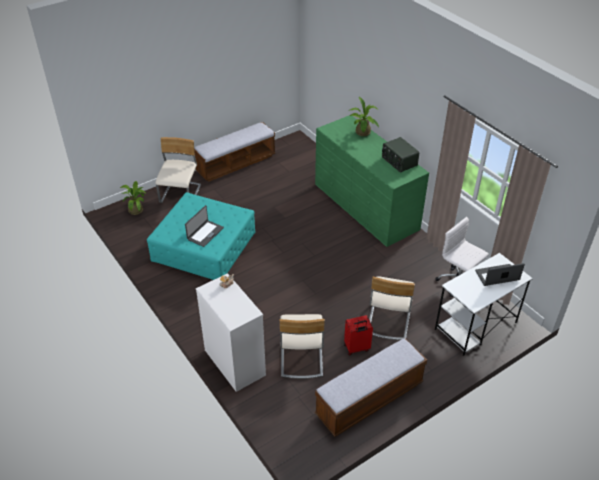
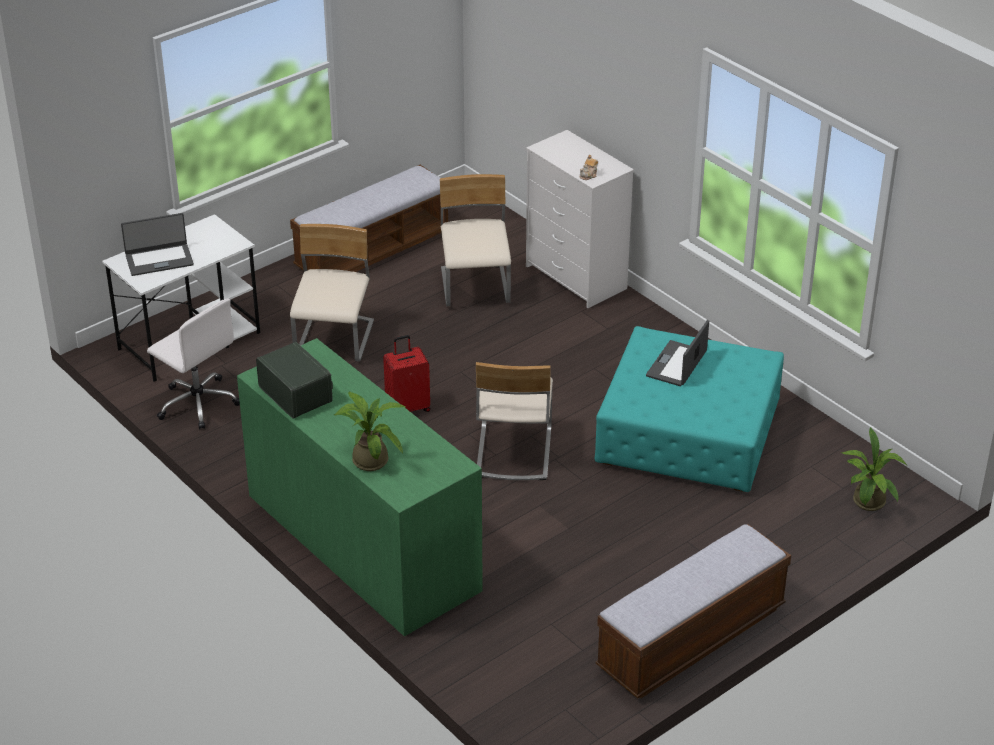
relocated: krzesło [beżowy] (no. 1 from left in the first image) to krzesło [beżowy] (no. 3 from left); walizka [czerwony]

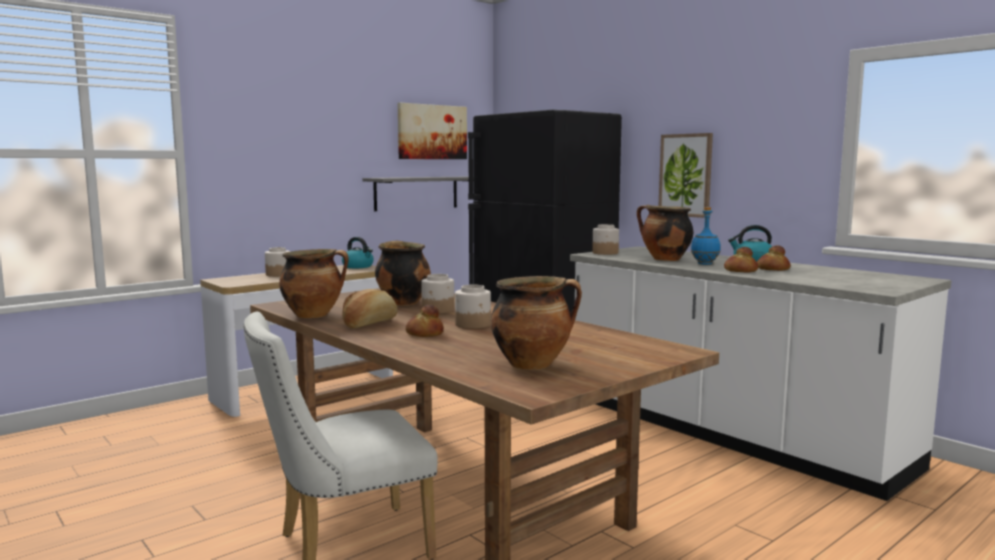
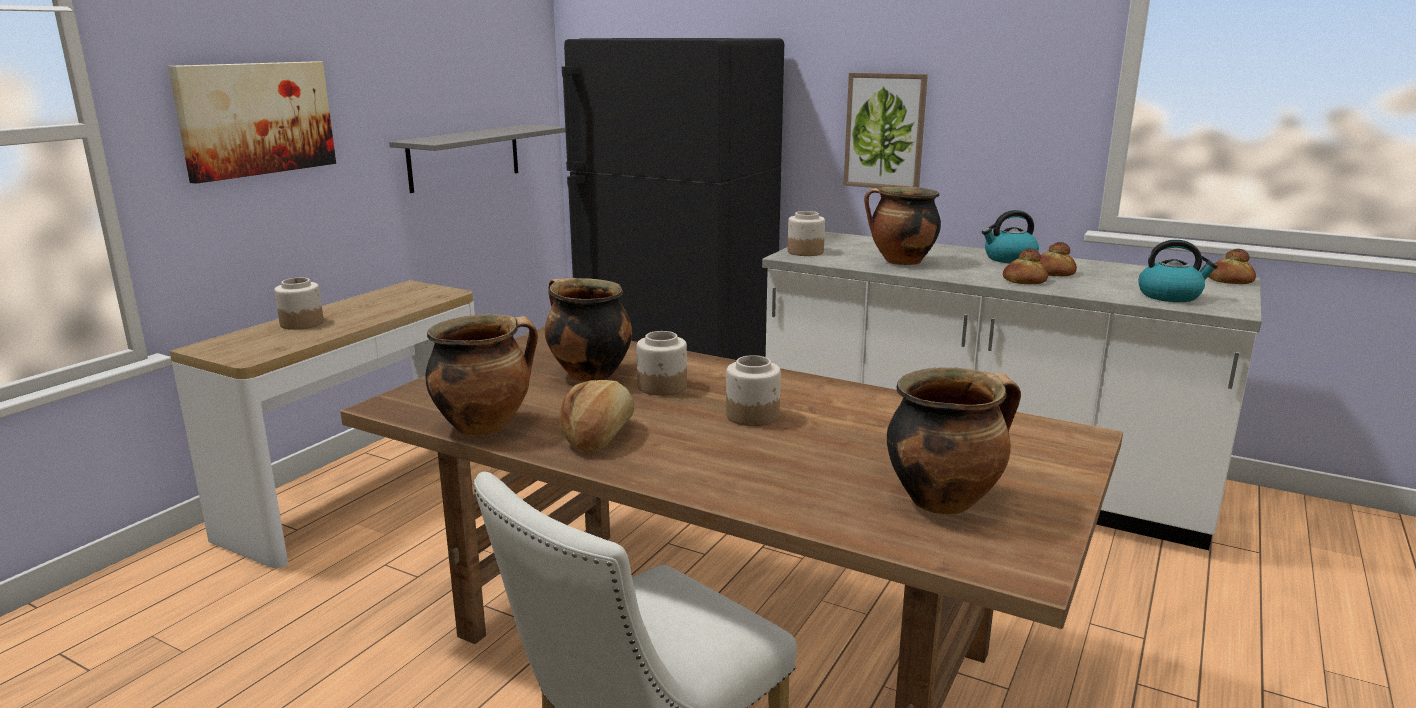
missing: butelka [niebieski]
relocated: czajnik (no. 1 from left in the first image) to czajnik (no. 2 from left); obraz (no. 1 from left); chleb (no. 2 from left in the first image) to chleb (no. 4 from left)

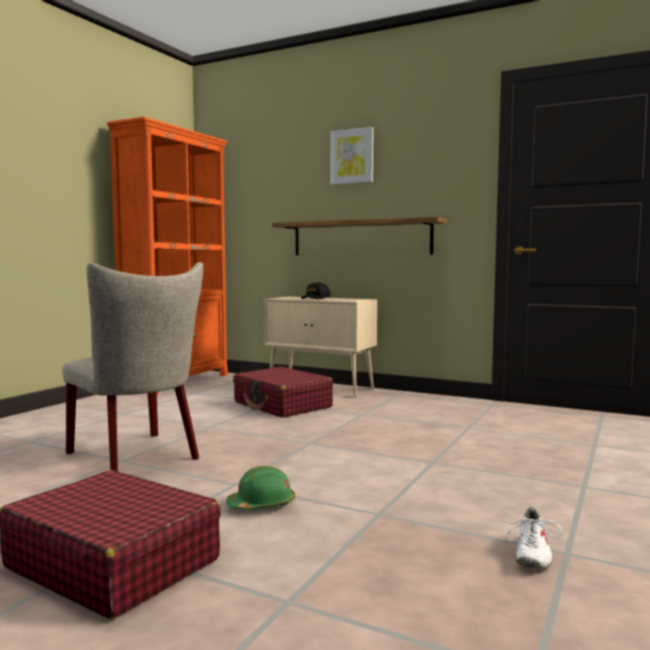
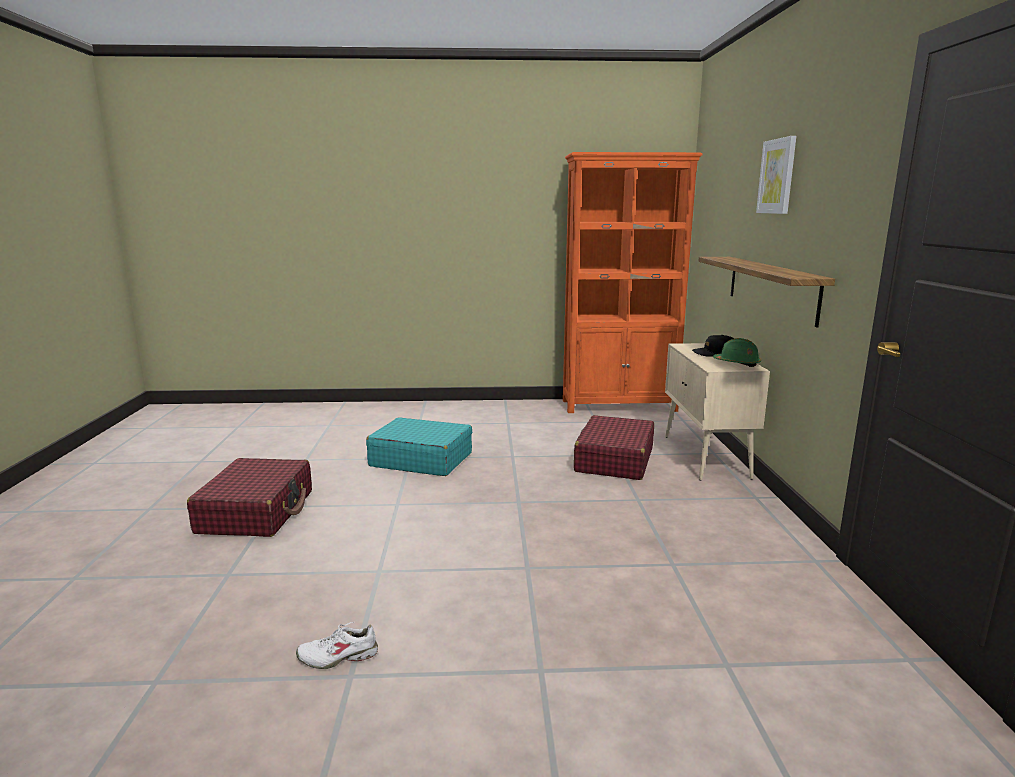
relocated: kask [zielony]
exchanged: krzesło [beżowy] to walizka [turkusowy]

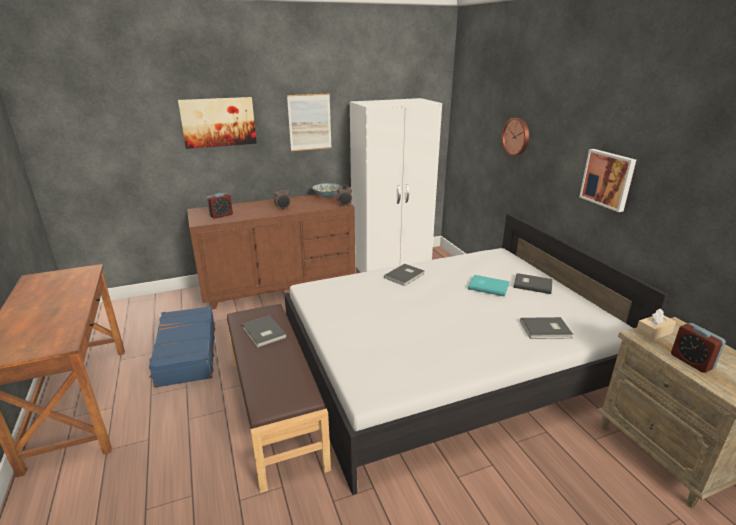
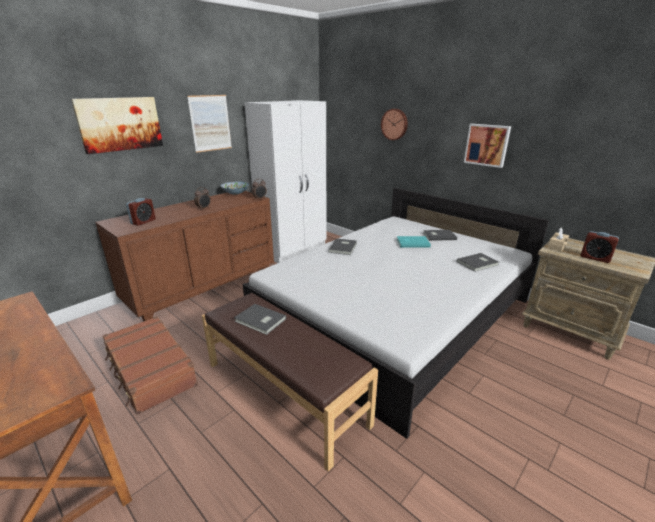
colour: walizka [niebieski] to walizka [brązowy]

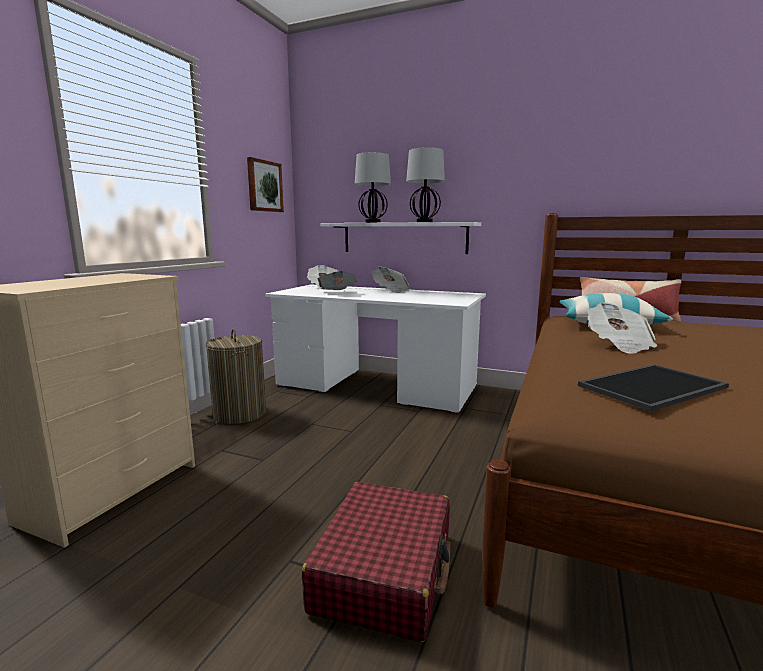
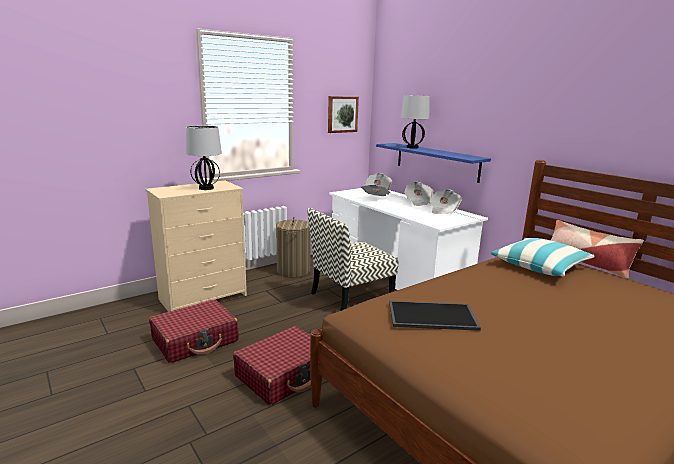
appeared: walizka [czerwony] (no. 1 from left); krzesło
relocated: lampa stołowa (no. 2 from left in the first image) to lampa stołowa (no. 1 from left); gazeta (no. 4 from left)
colour: półka [biały] to półka [niebieski]

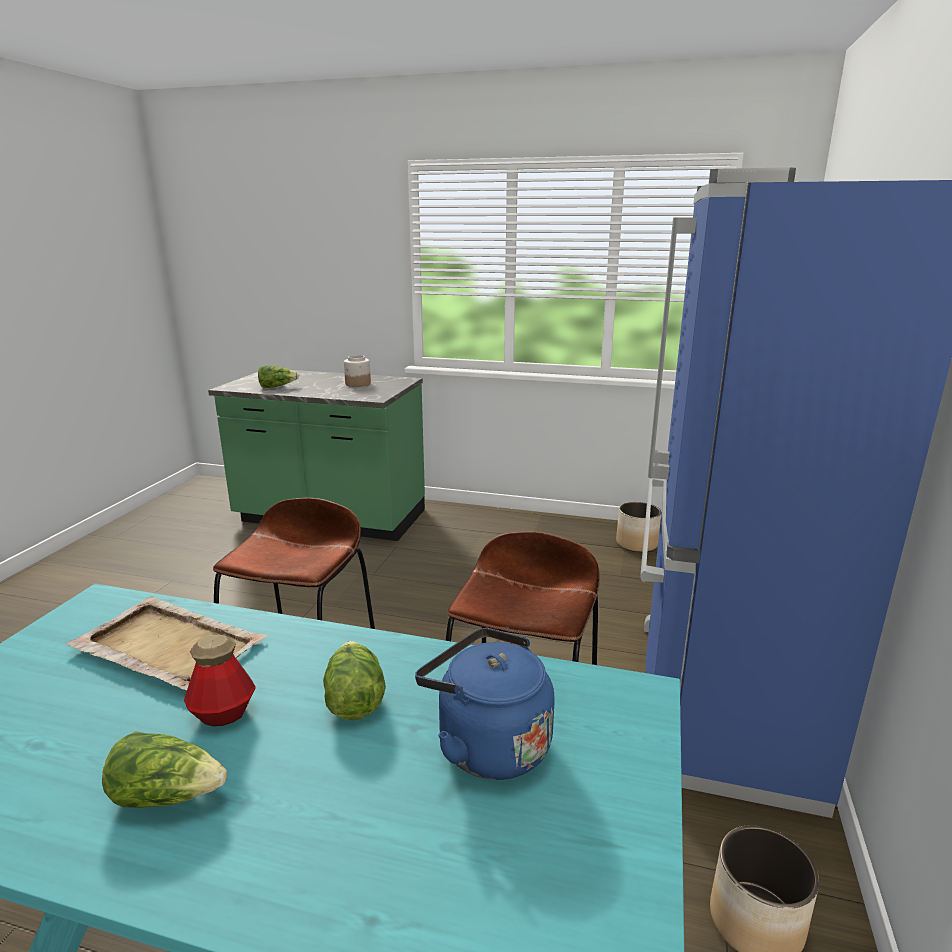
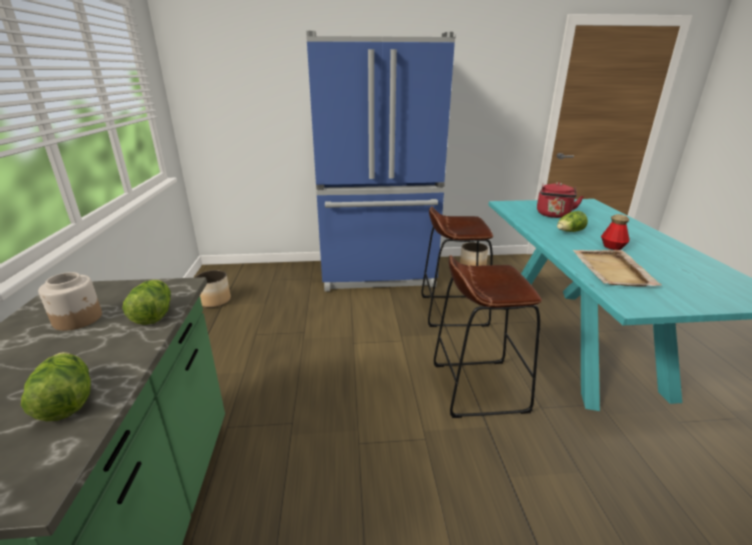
relocated: sałata (no. 1 from left in the first image) to sałata (no. 2 from left)
colour: czajnik [niebieski] to czajnik [czerwony]

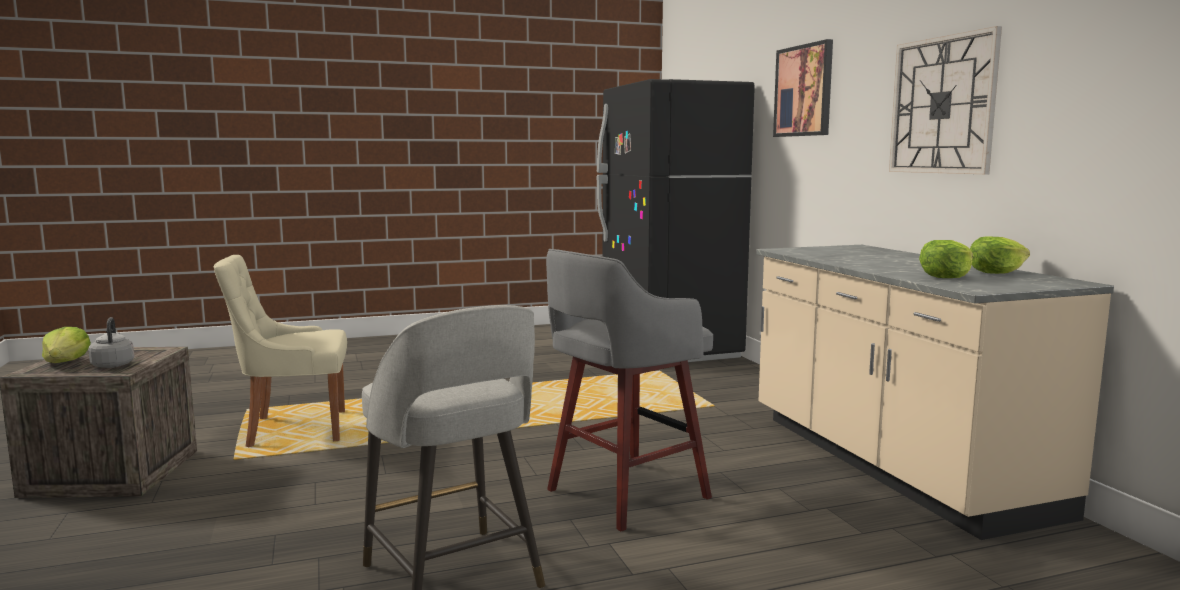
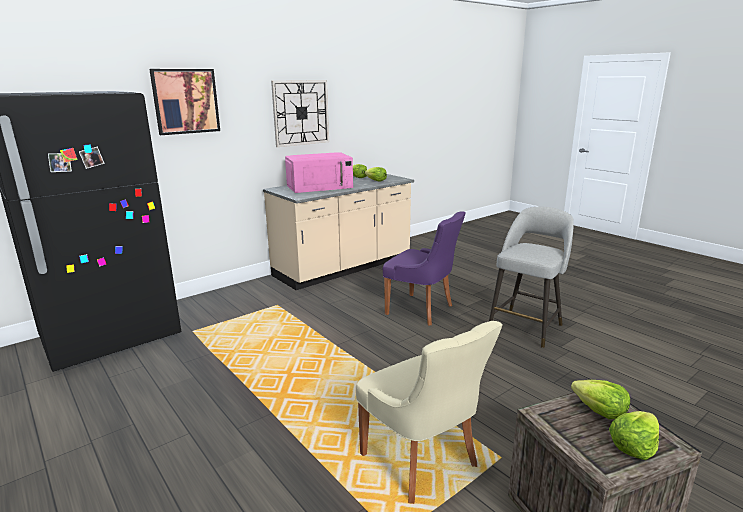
appeared: mikrofalówka [różowy]
exchanged: czajnik [szary] to sałata (no. 3 from left); stołek [szary] (no. 2 from left) to krzesło [fioletowy]

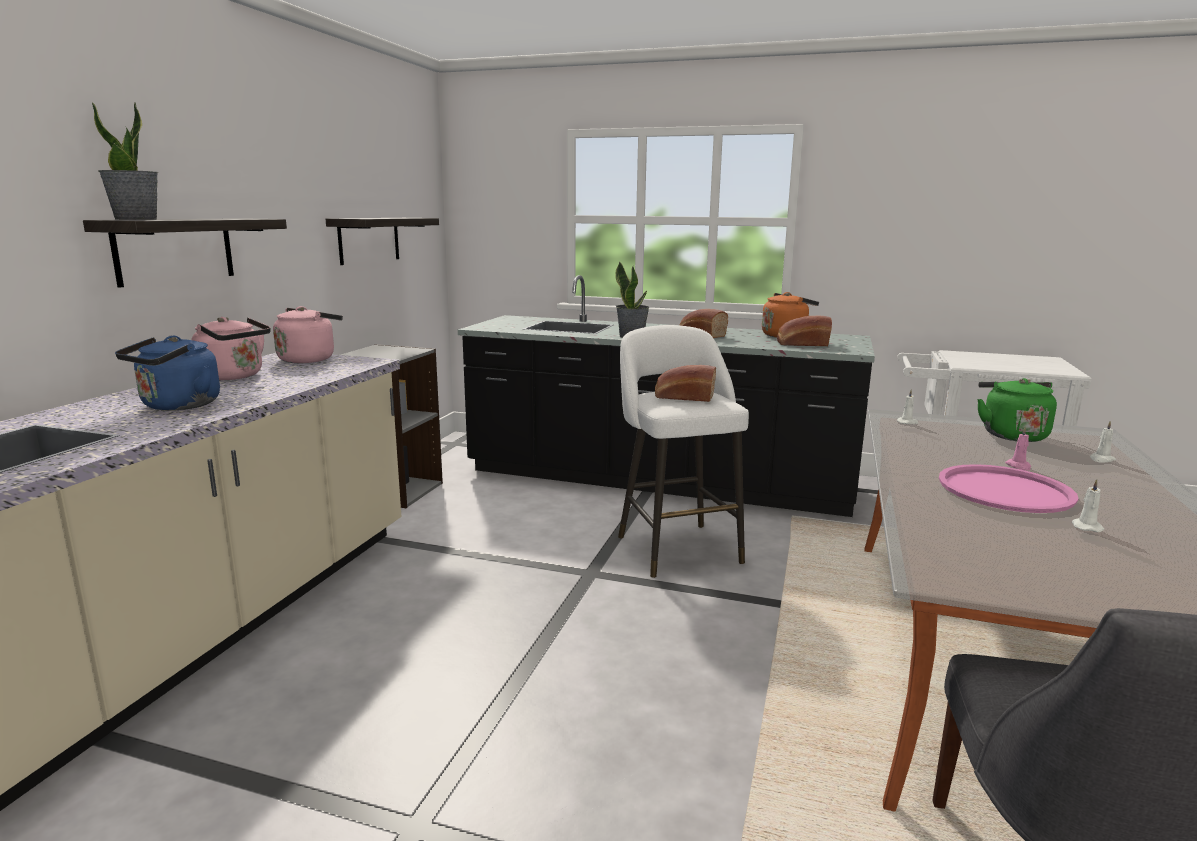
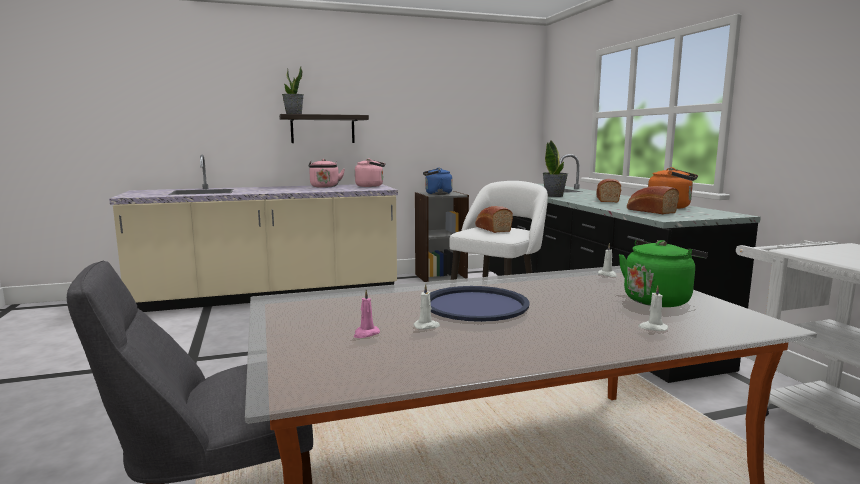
missing: półka (no. 2 from left)
relocated: czajnik [niebieski]; świeca [różowy]
colour: taca [różowy] to taca [niebieski]

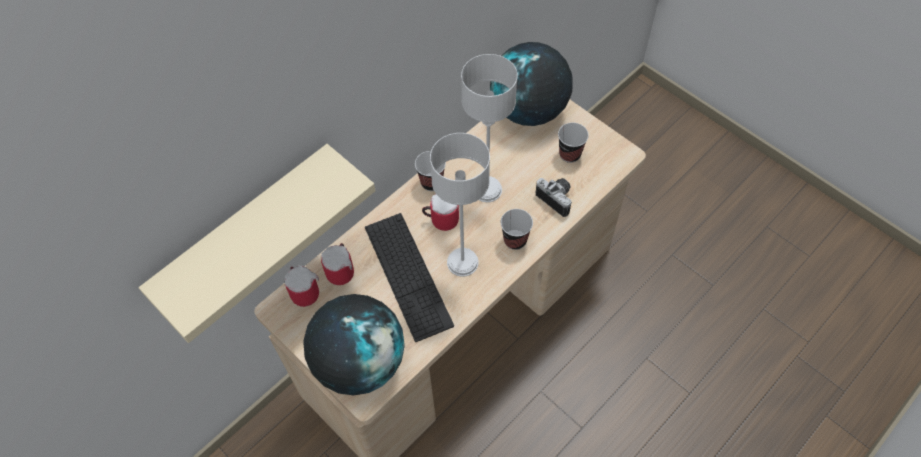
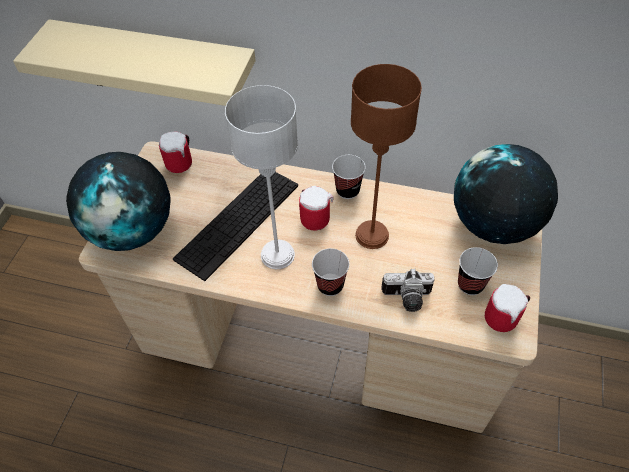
relocated: kubek (no. 2 from left in the first image) to kubek (no. 3 from left)
colour: lampa stołowa [szary] (no. 2 from left) to lampa stołowa [brązowy]
spun: aparat fotograficzny 75 degrees clockwise

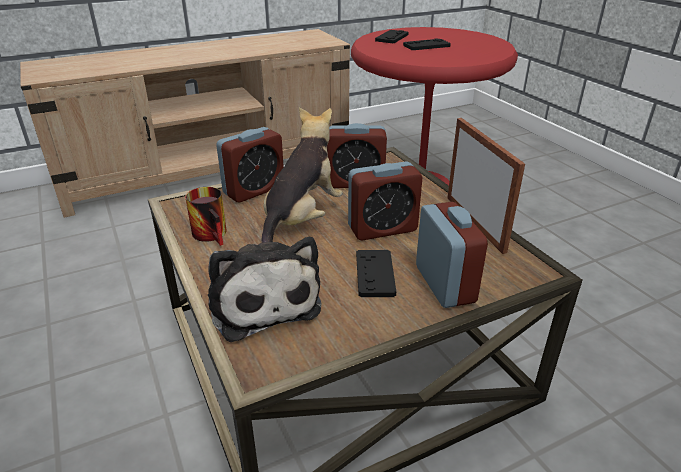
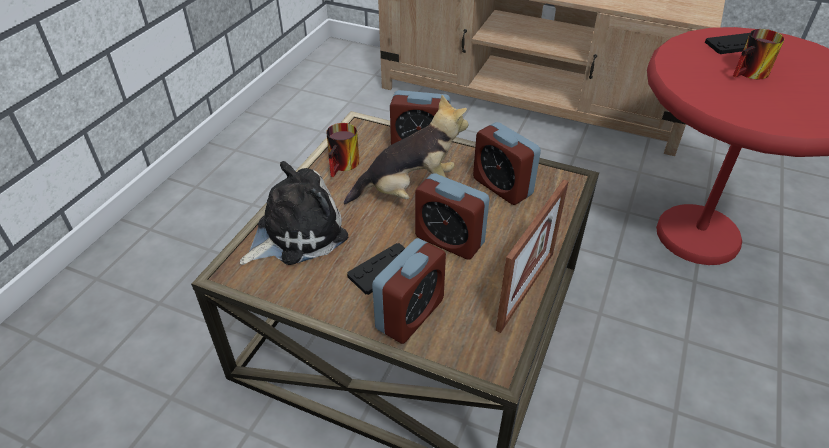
exchanged: pad do gier [czarny] (no. 3 from left) to kubek (no. 2 from left)
spun: pluszak (no. 1 from left) 150 degrees counterclockwise

